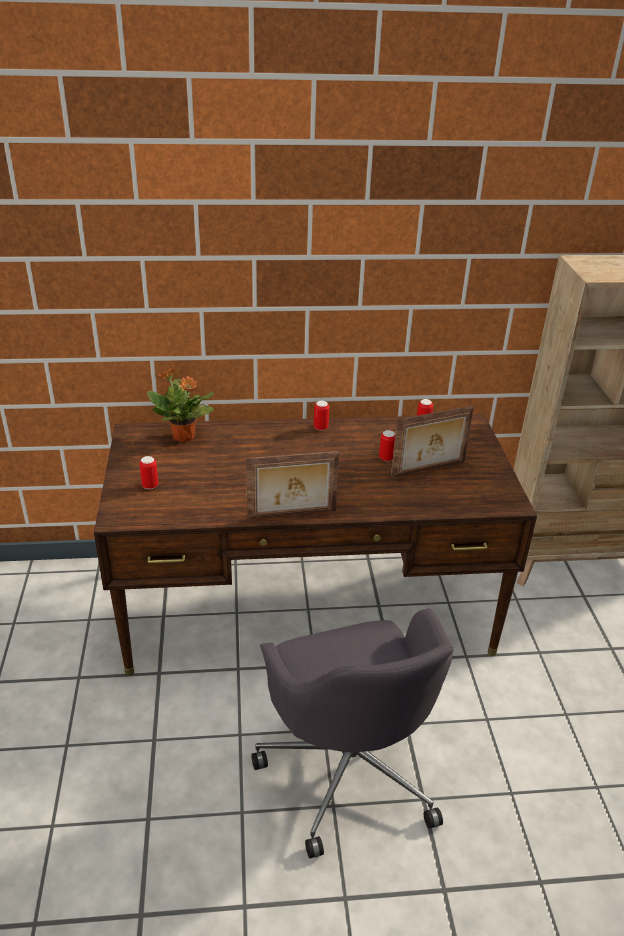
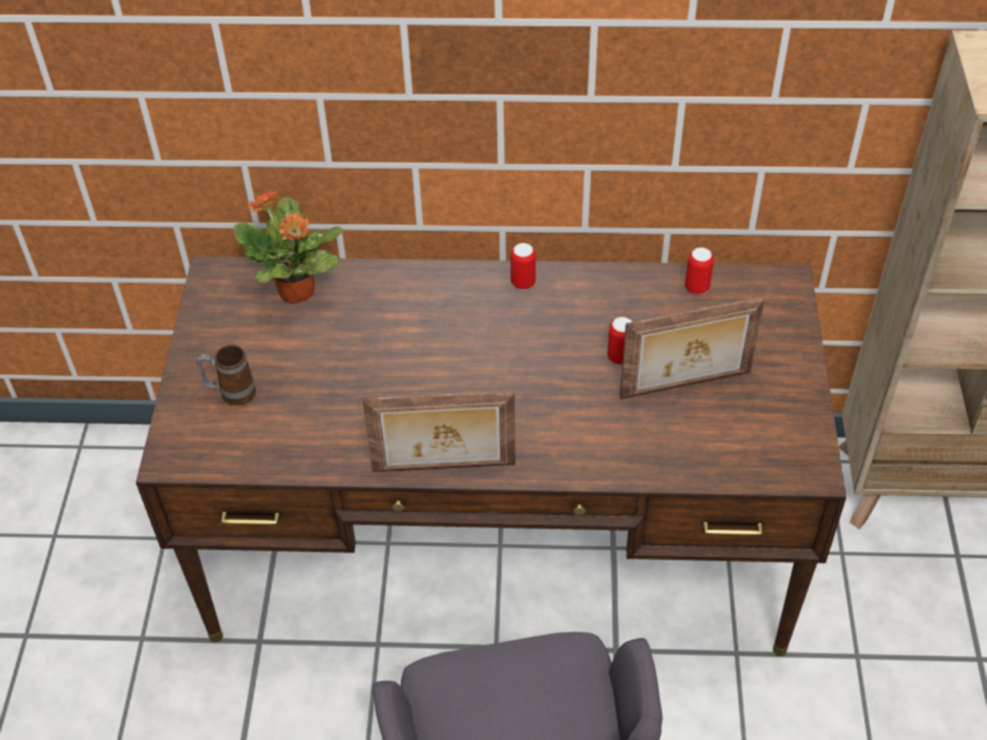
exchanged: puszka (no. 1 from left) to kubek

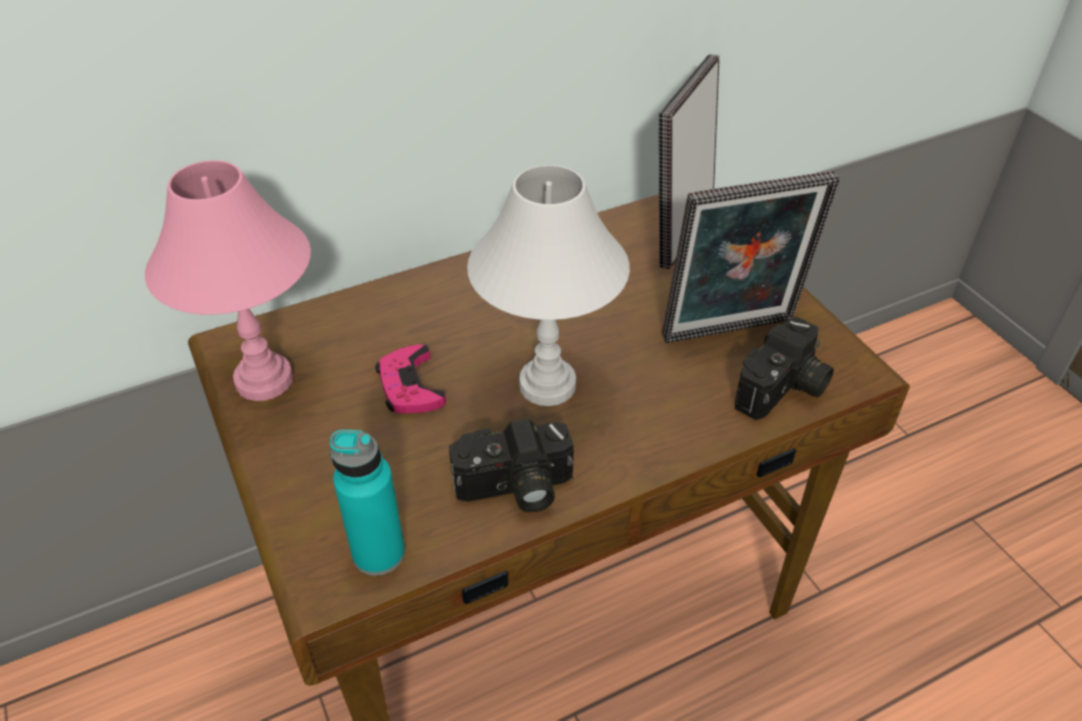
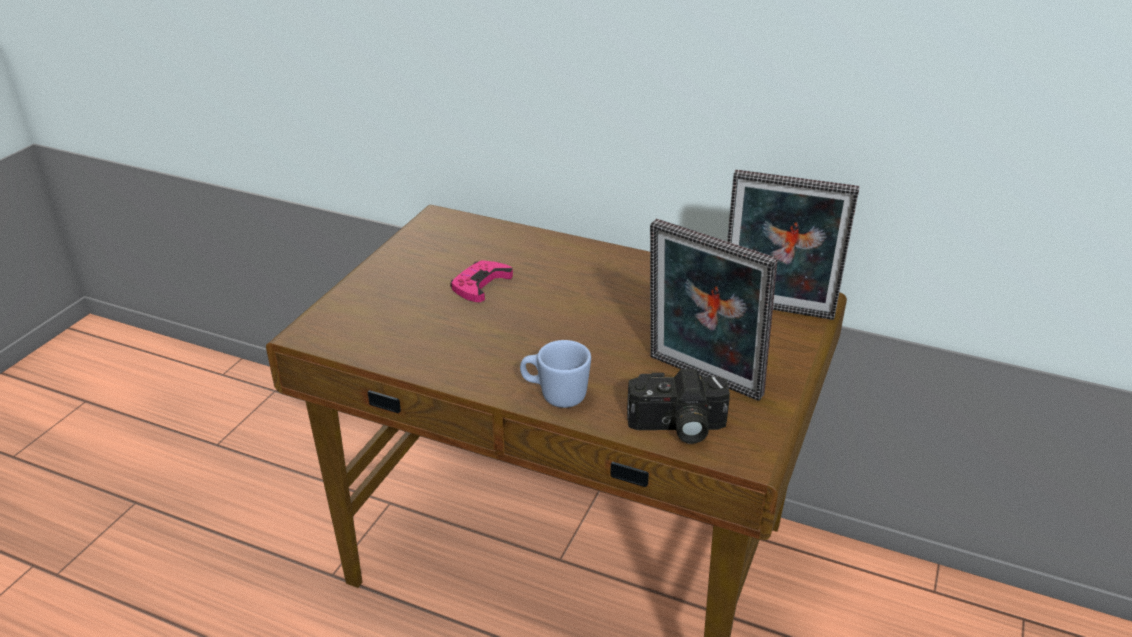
missing: lampa stołowa [różowy]; butelka [turkusowy]; aparat fotograficzny (no. 1 from left); lampa stołowa [biały]
appeared: kubek [niebieski]
spun: ramka na zdjęcie (no. 1 from left in the first image) 150 degrees counterclockwise

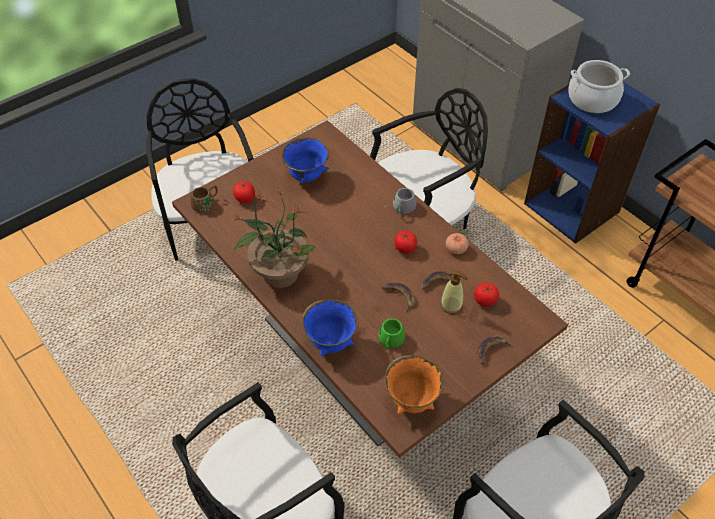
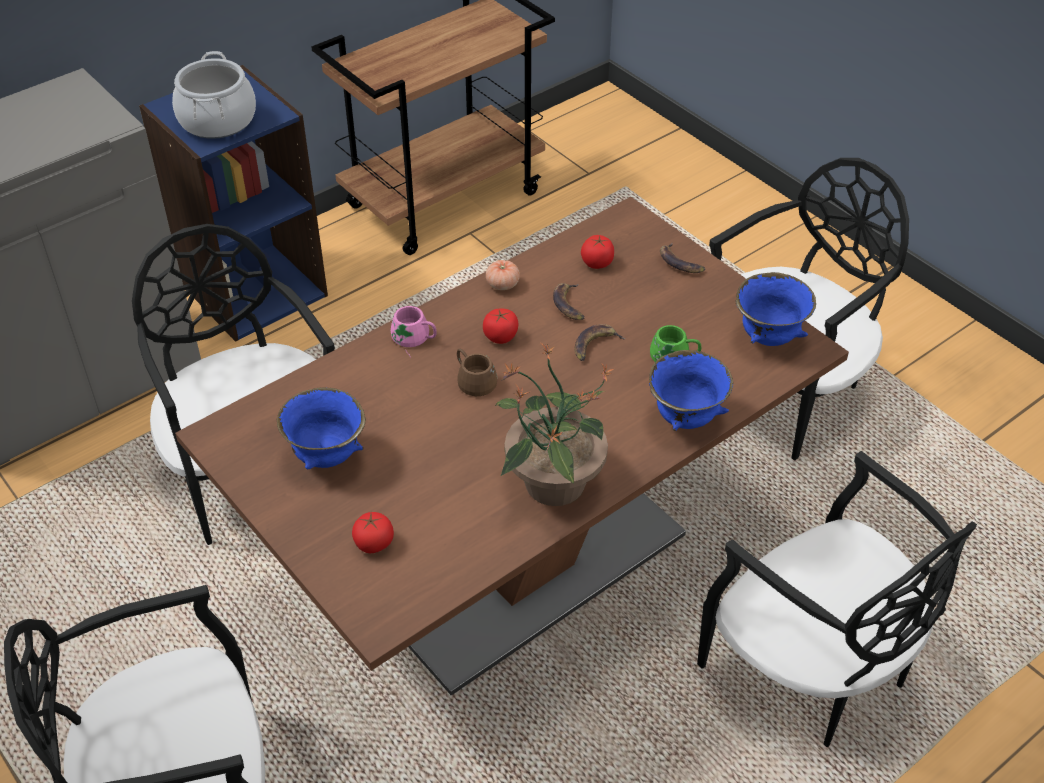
missing: dozownik mydła
relocated: kubek [brązowy]
colour: kubek [szary] to kubek [różowy]; miska [pomarańczowy] to miska [niebieski] (no. 3 from left)

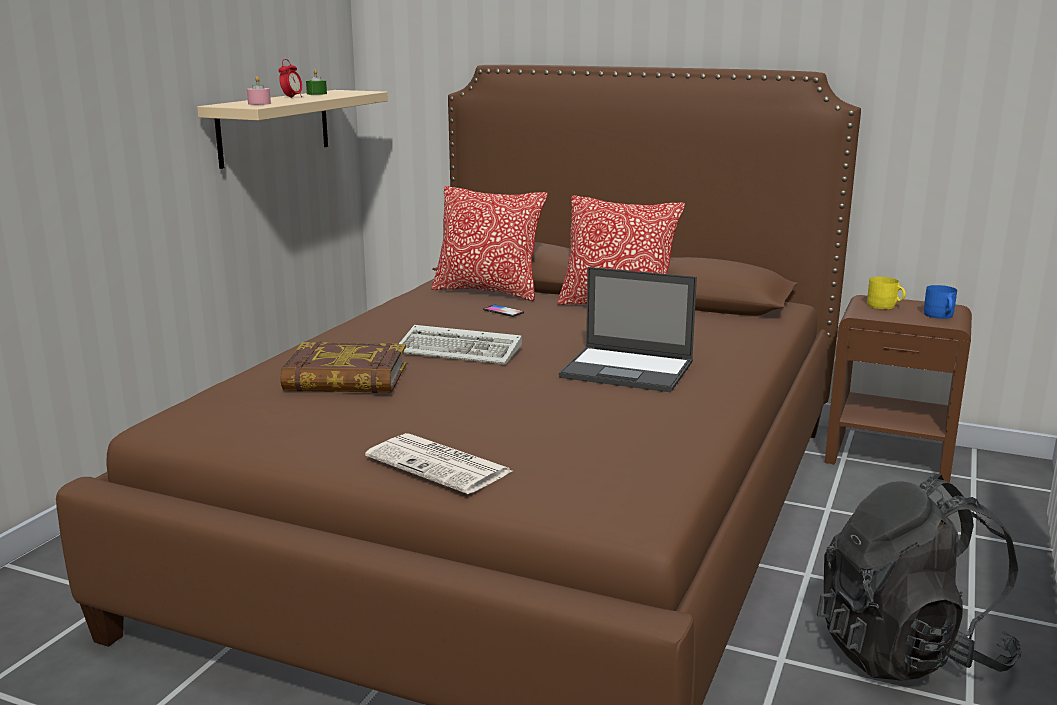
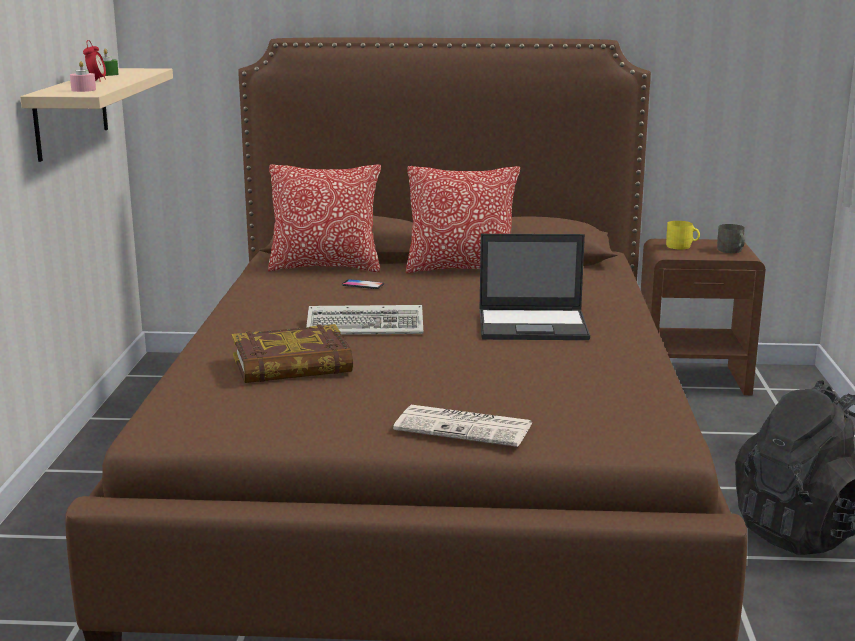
colour: kubek [niebieski] to kubek [szary]

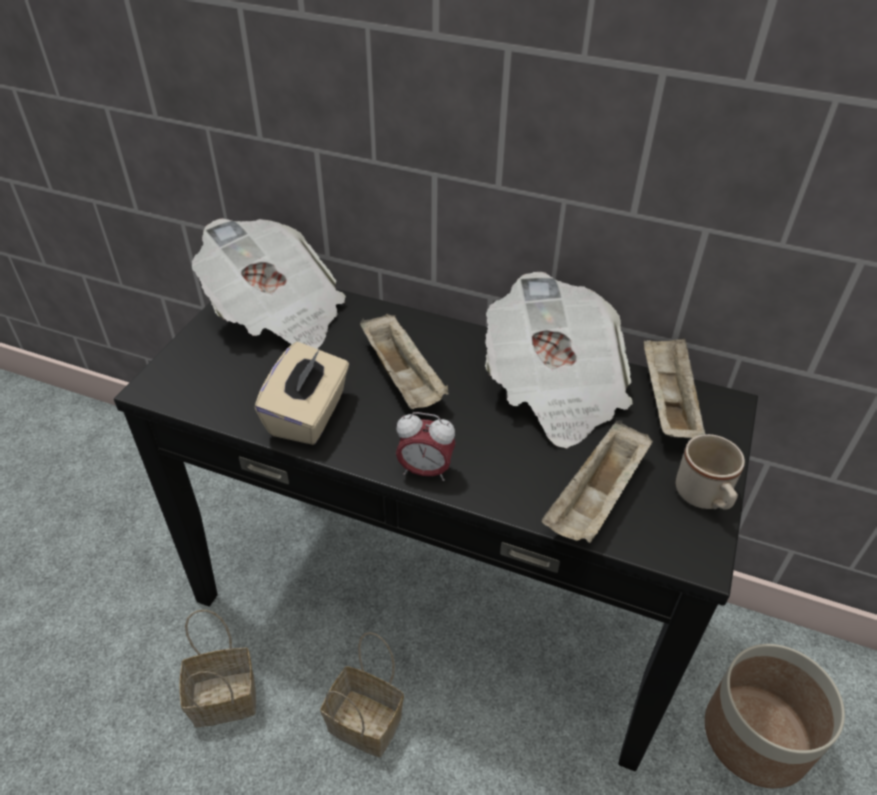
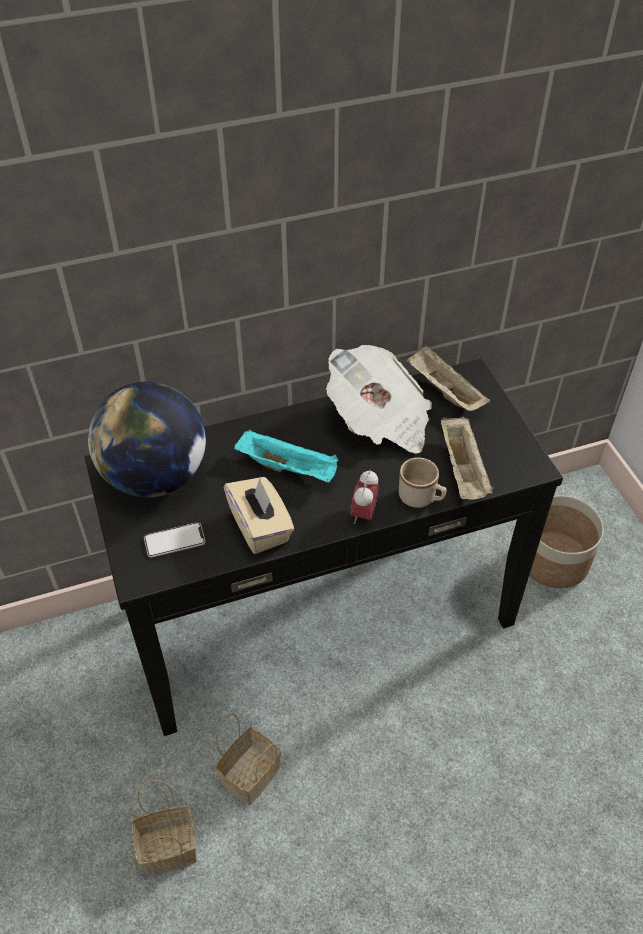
appeared: telefon
relocated: koszyk (no. 2 from left in the first image) to koszyk (no. 1 from left); kubek [beżowy]
exchanged: gazeta (no. 1 from left) to globus
colour: taca [beżowy] (no. 1 from left) to taca [turkusowy]
spun: budzik 135 degrees clockwise

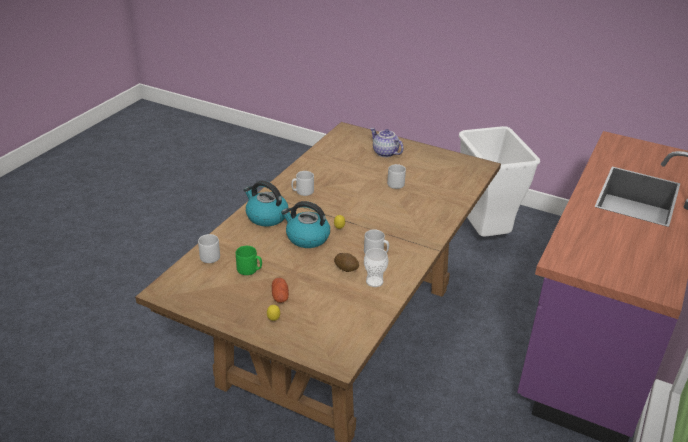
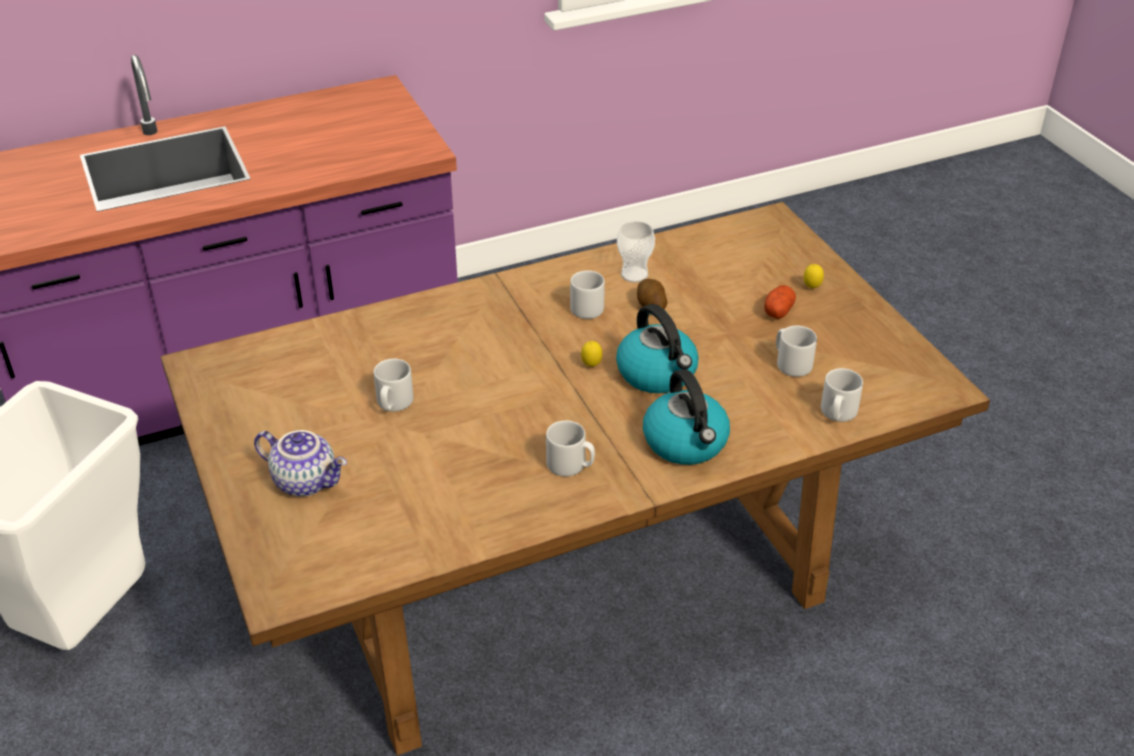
colour: kubek [zielony] to kubek [szary] (no. 4 from left)
spun: imbryk 60 degrees counterclockwise

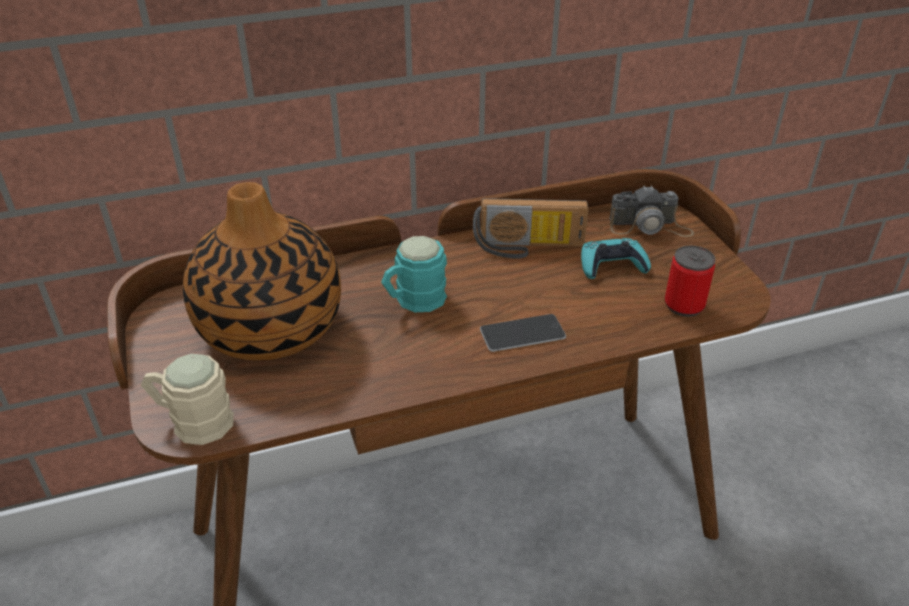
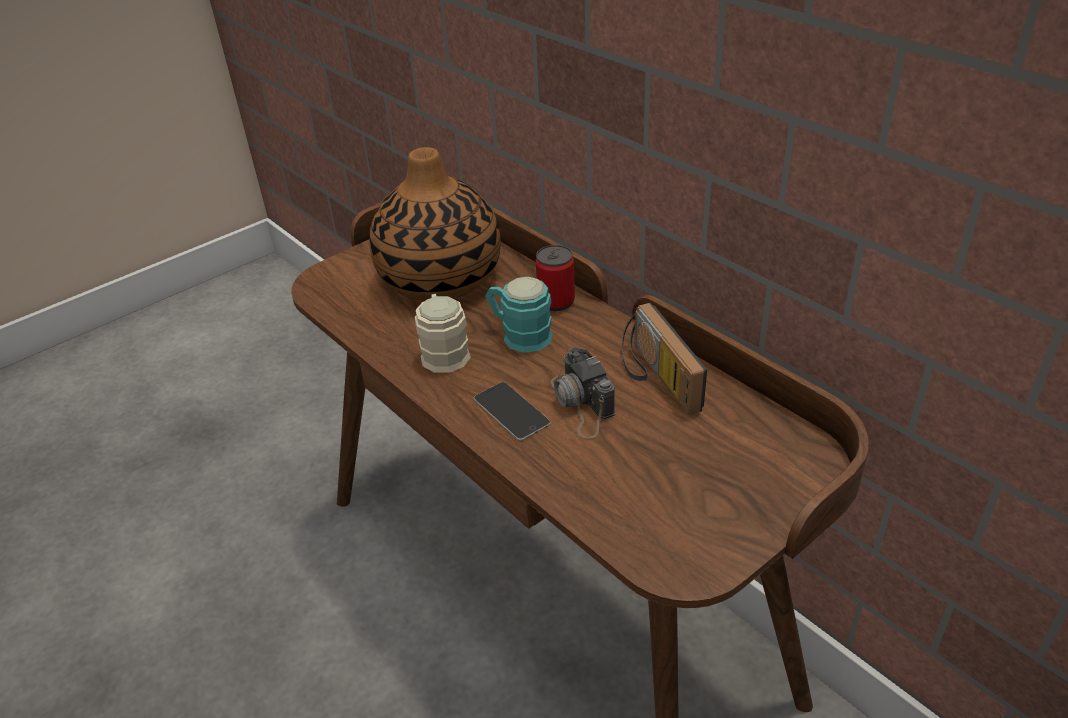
missing: pad do gier [turkusowy]
relocated: kubek [beżowy]; aparat fotograficzny; puszka

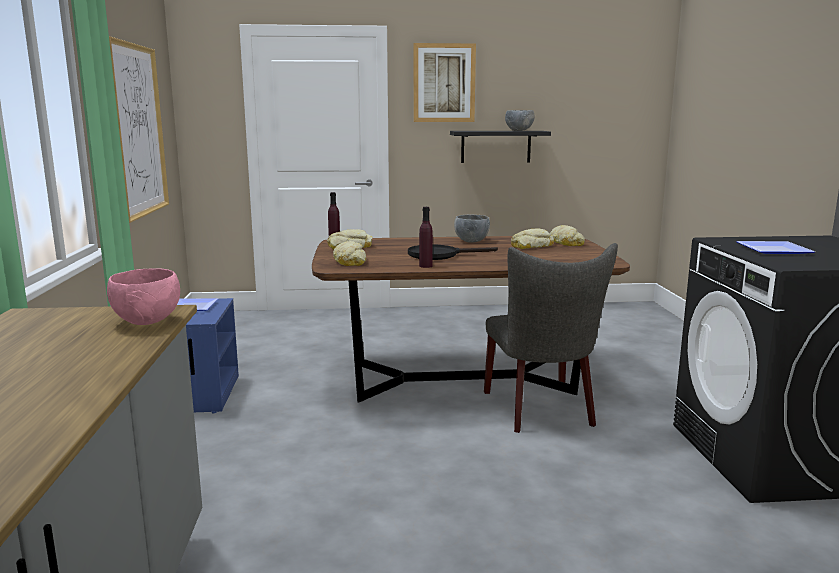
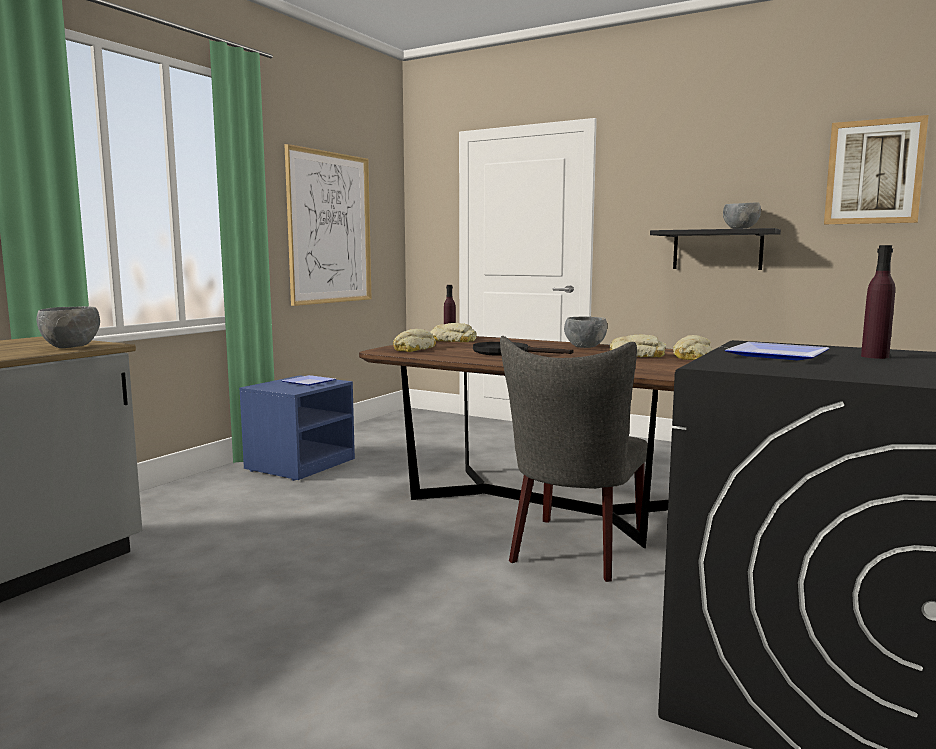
relocated: obraz (no. 2 from left); butelka [fioletowy] (no. 2 from left)
colour: miska [różowy] to miska [szary] (no. 1 from left)

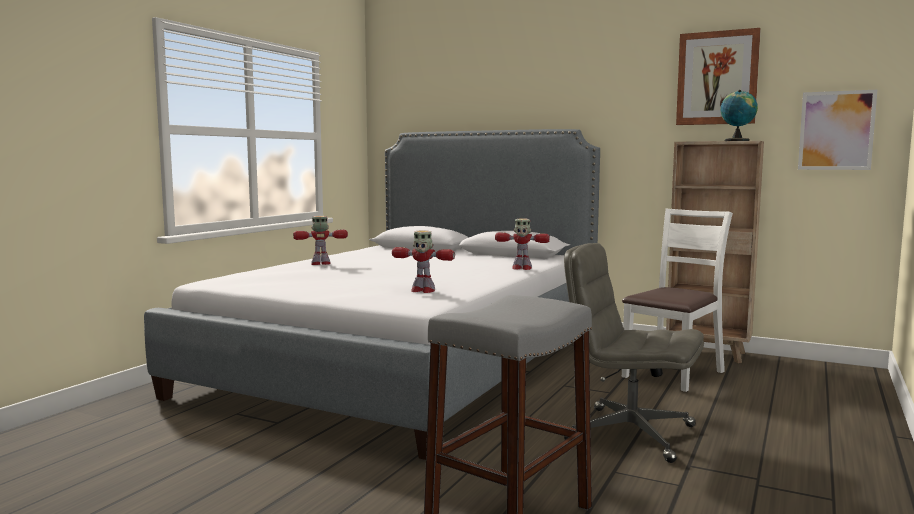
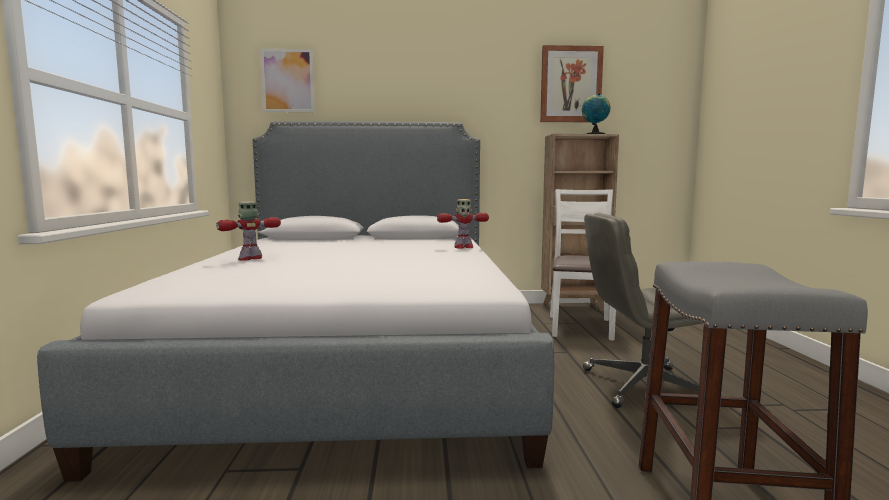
missing: robot zabawkowy (no. 2 from left)
relocated: obraz (no. 2 from left in the first image) to obraz (no. 1 from left)

